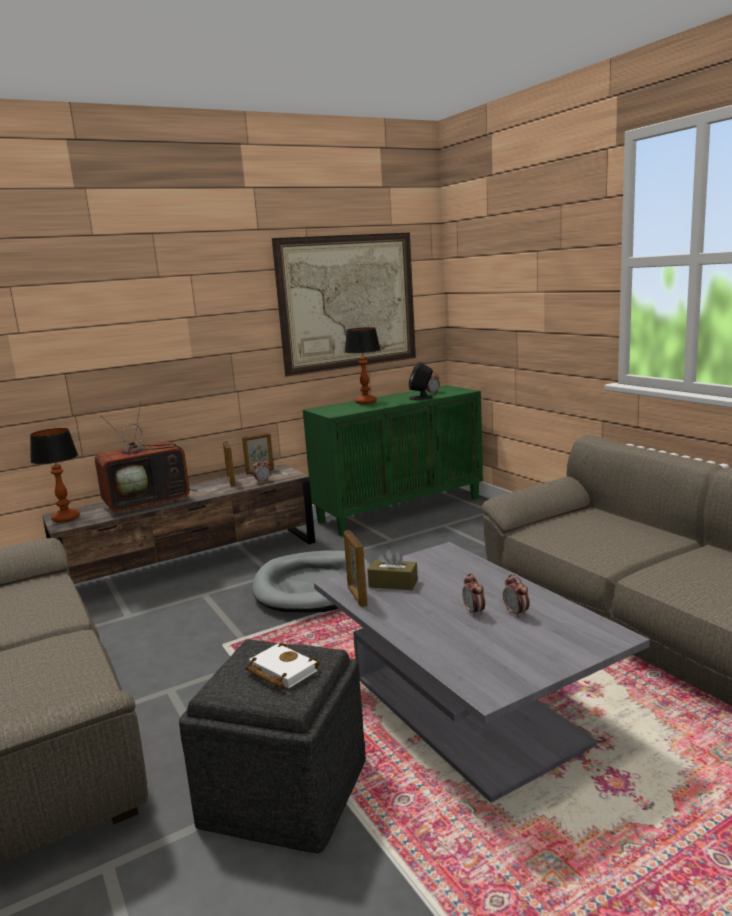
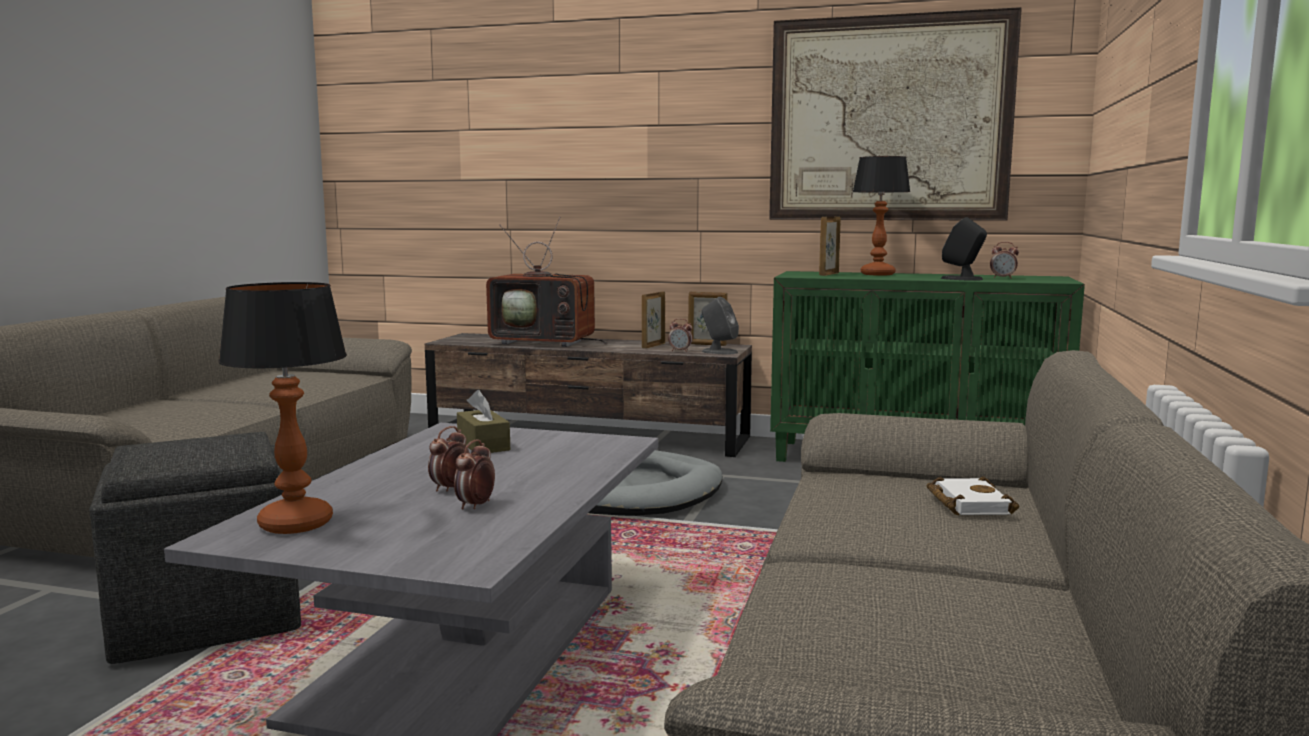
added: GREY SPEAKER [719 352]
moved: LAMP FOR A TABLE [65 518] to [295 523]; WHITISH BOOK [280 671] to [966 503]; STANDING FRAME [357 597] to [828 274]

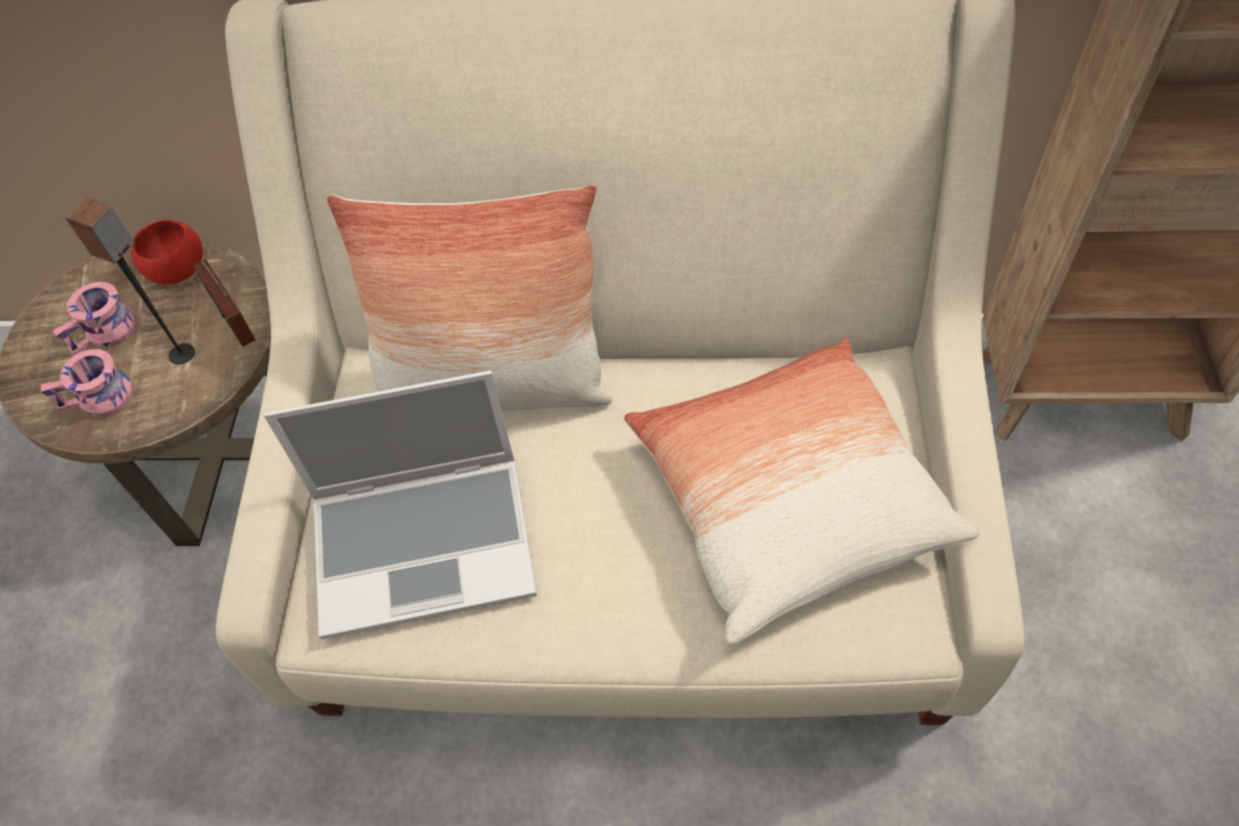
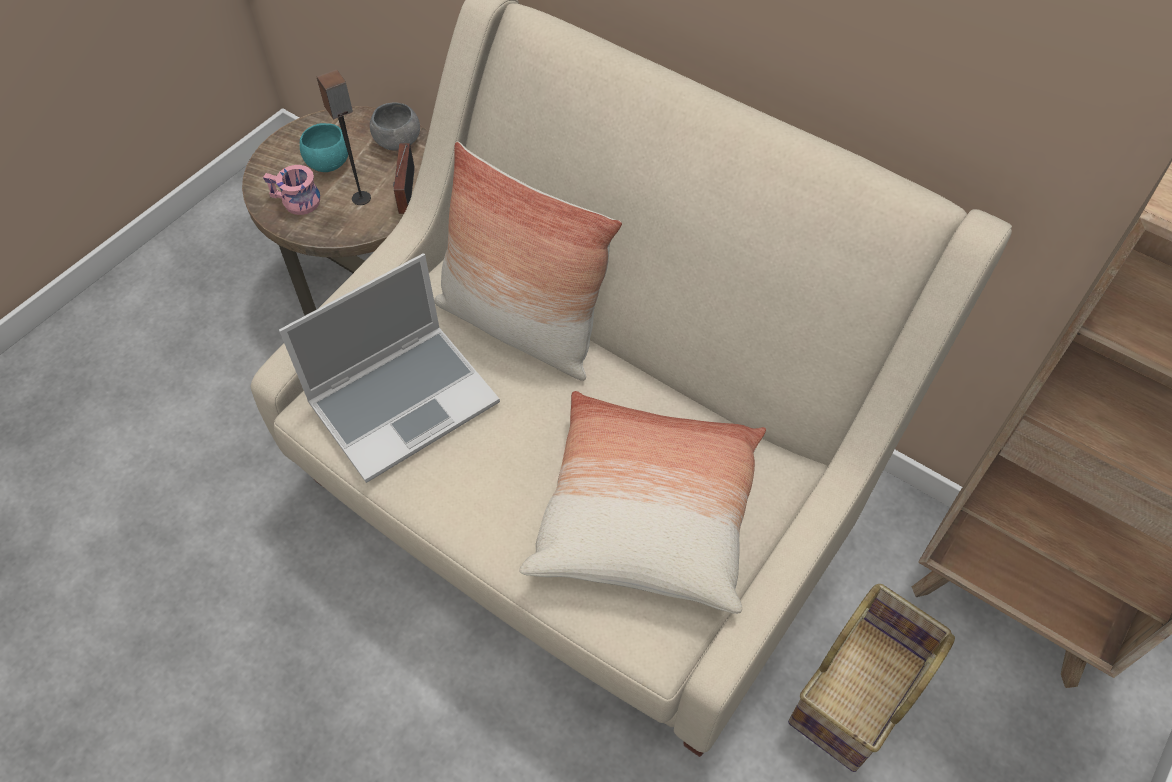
added: BASKET [859 694]
replaced: PINK TEA MUG [107 336] to TURQUOISE-COLOURED DEEP DISH [328 162]
recoloured: RED-COLOURED DEEP DISH [178 270] to GREY DEEP DISH [397 141]
turned: LAPTOP [427 543] = [404 401] 60 degrees counterclockwise

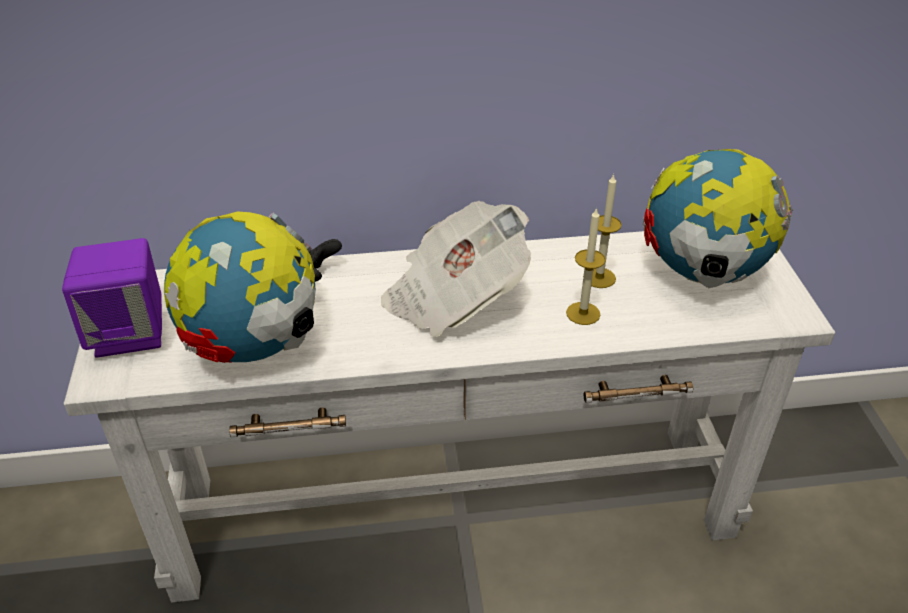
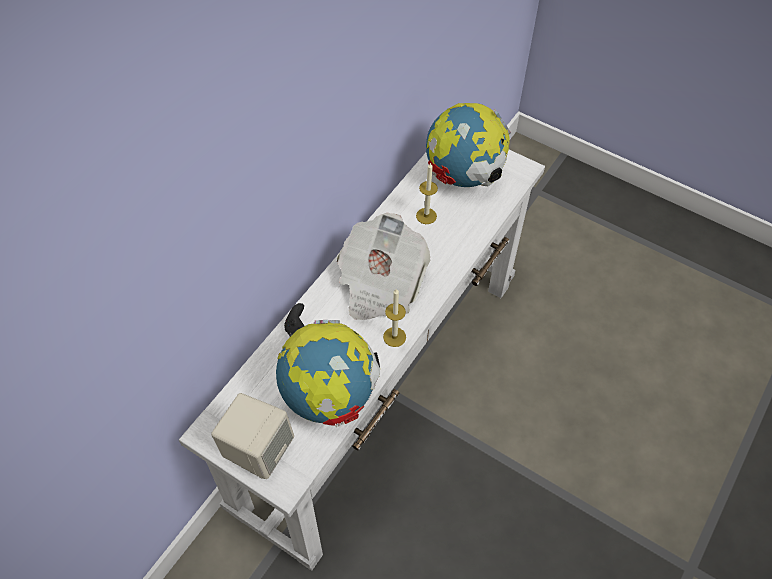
moved: WAX LIGHT [583 313] to [394 337]
recoloured: PURPLISH SPEAKER [129 333] to BEIGE-COLOURED SPEAKER [258 451]

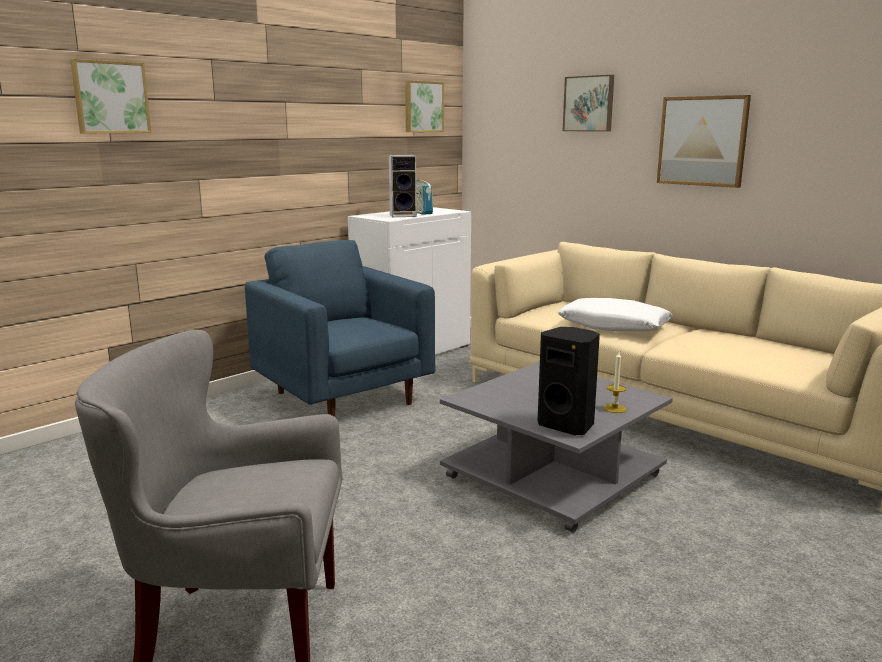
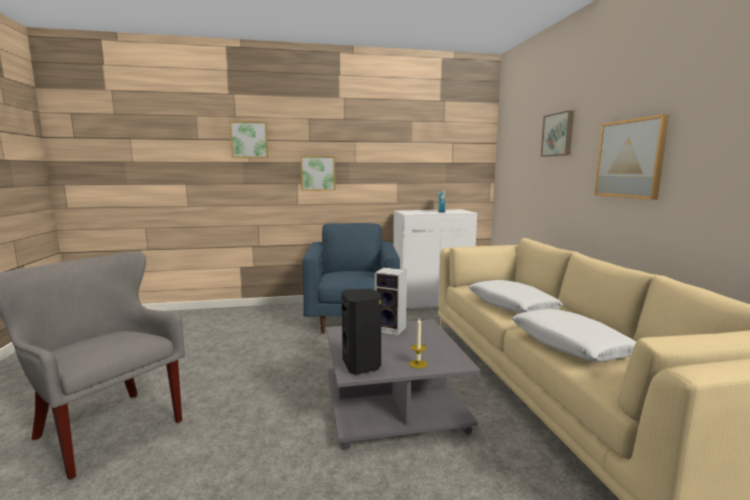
added: WHITISH CUSHION [570 345]
moved: SPEAKER [404 215] to [392 329]; WALL PICTURE [423 107] to [318 173]

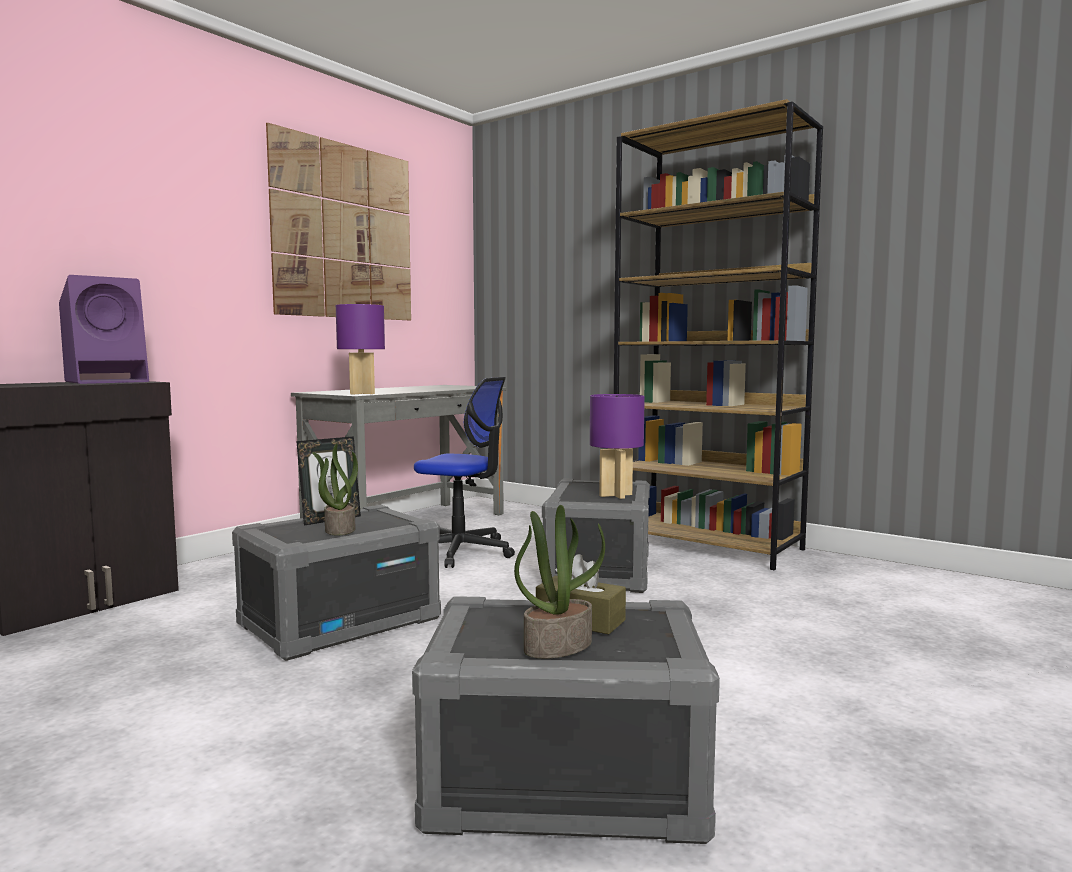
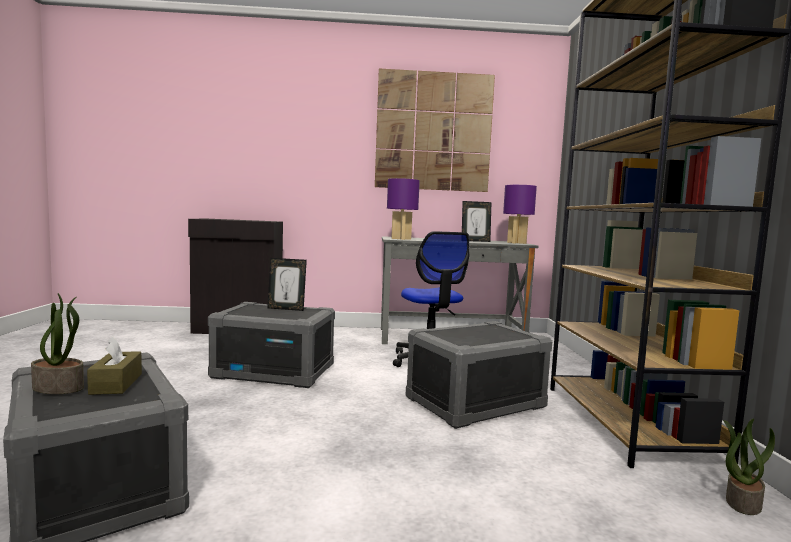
removed: PURPLISH SPEAKER [109 381]
added: STANDING FRAME [475 241]
moved: POTTED PLANT [339 529] to [742 502]; PURPLISH LAMP FOR A TABLE [615 495] to [516 243]

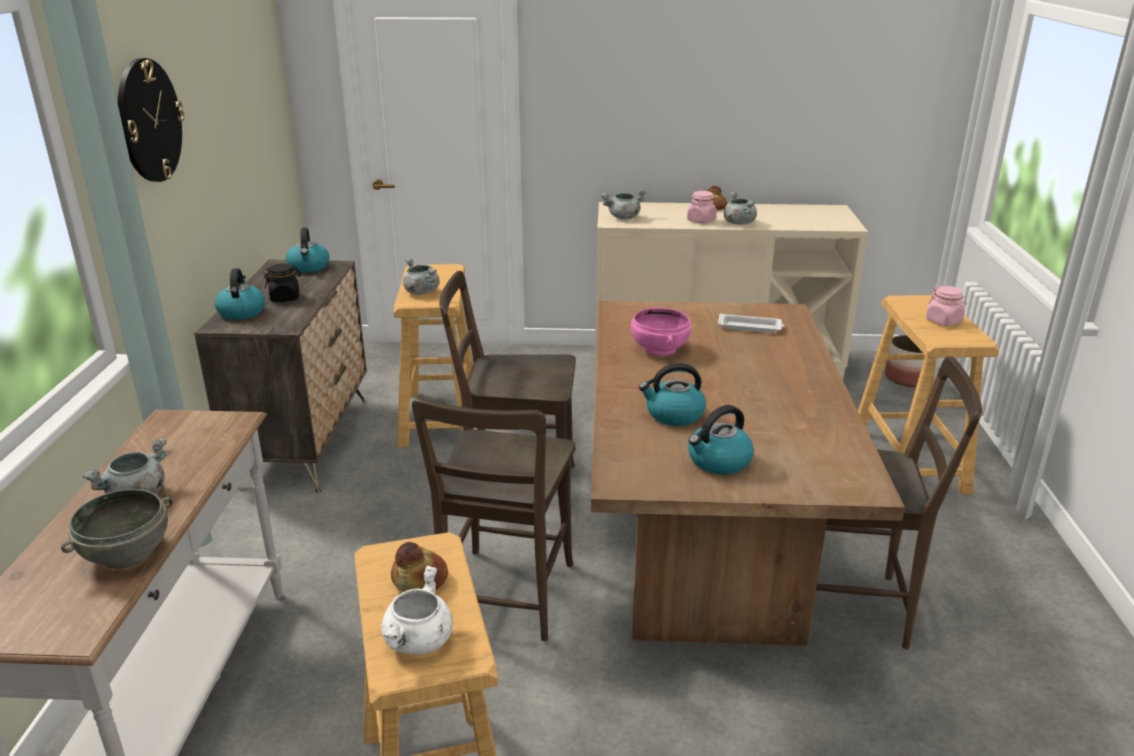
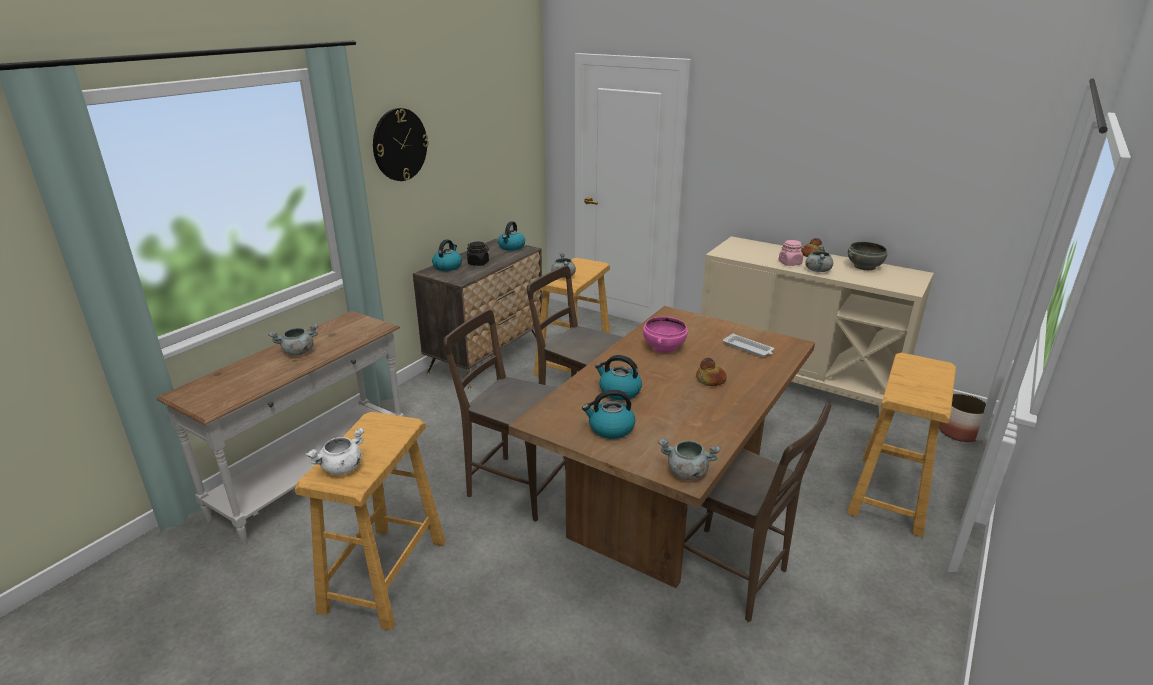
removed: PINK JAR [943 321]
moved: GREY DEEP DISH [126 553] to [864 266]; BAKED BREAD [420 579] to [711 379]; GREY STOCKPOT [623 217] to [686 472]
turned: BROWN-COLOURED UPRIGHT CHAIR [505 599] = [514 485] 75 degrees clockwise

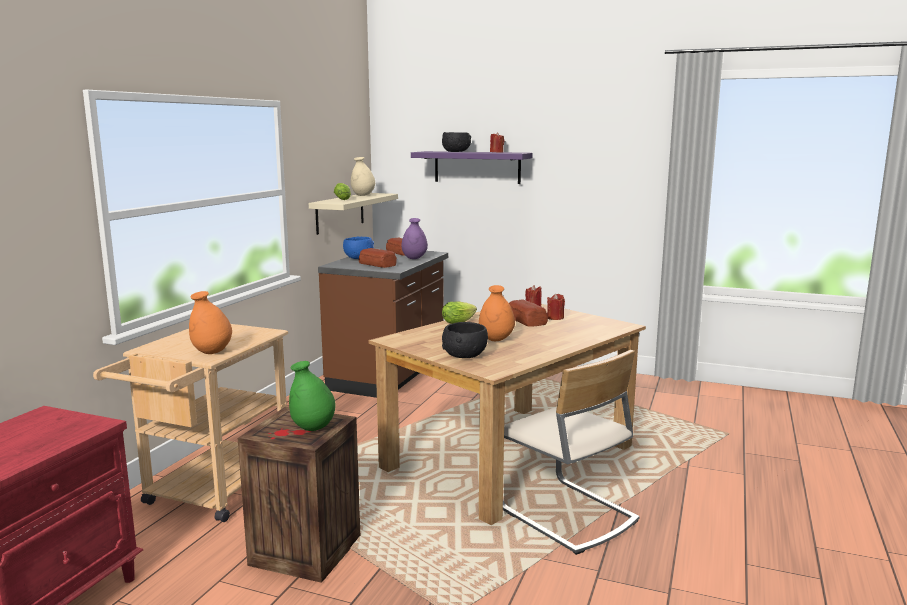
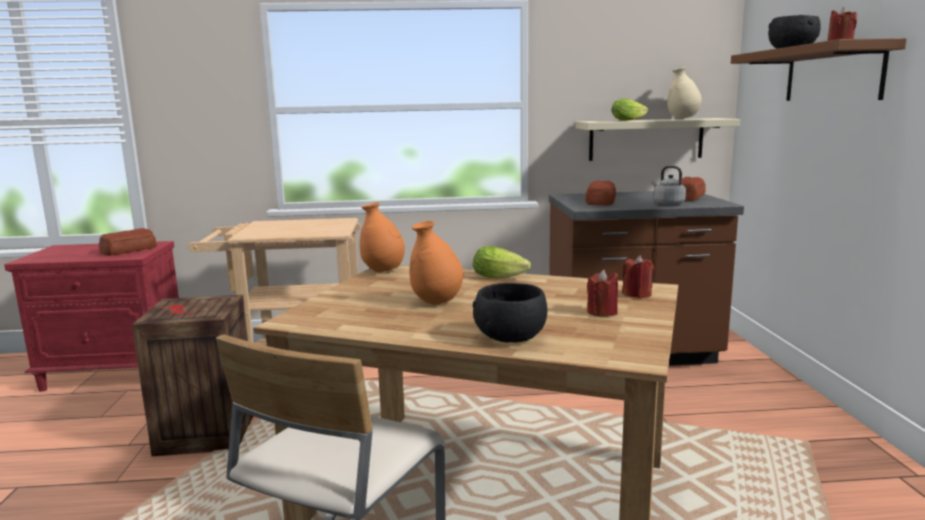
removed: GREEN-COLOURED DECORATIVE VASE [313 428]; BLUE DEEP DISH [358 258]
moved: ORANGEY DECORATIVE VASE [212 352] to [383 271]; BLACKISH DEEP DISH [465 356] to [510 337]; BAKED BREAD [526 320] to [128 250]
replaced: PURPLISH DECORATIVE VASE [414 258] to GREY WATER KETTLE [667 203]
recoloured: PURPLISH SHELF [477 167] to BROWN-COLOURED SHELF [832 74]

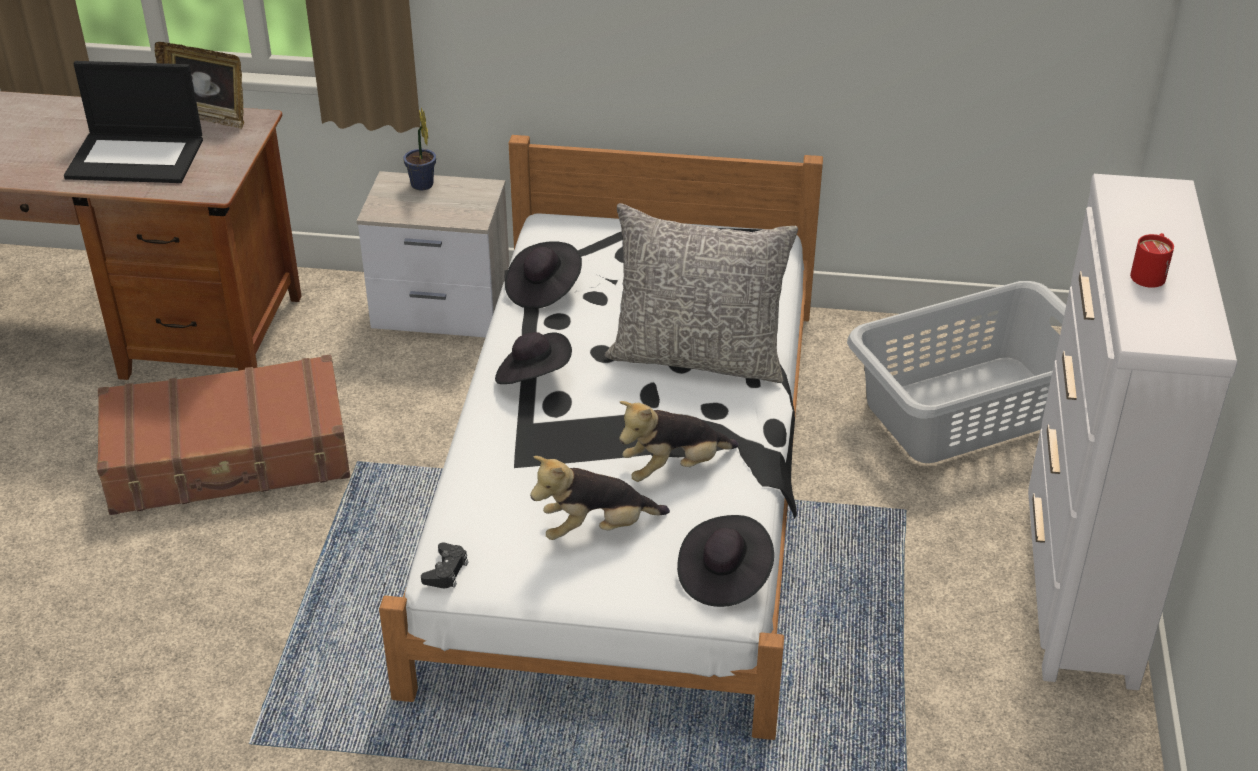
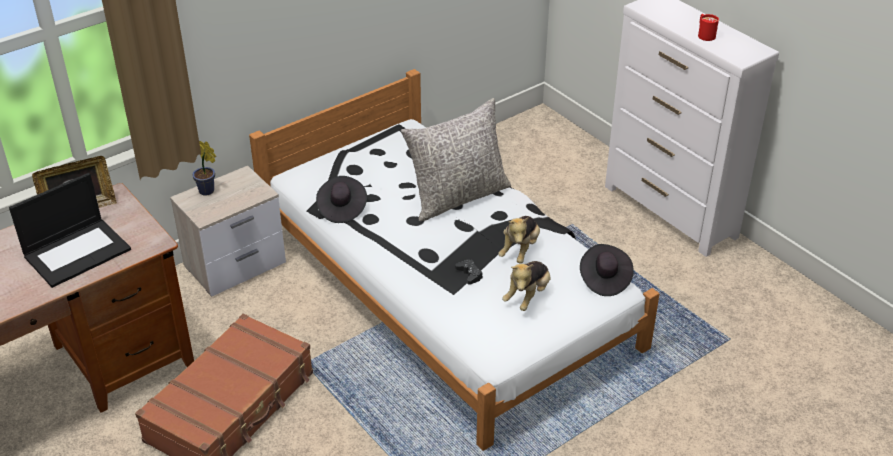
removed: BLACKISH HAT [533 376]; GREY WASHING BASKET [970 410]
moved: BLACKISH GAMEPAD [446 571] to [469 274]

